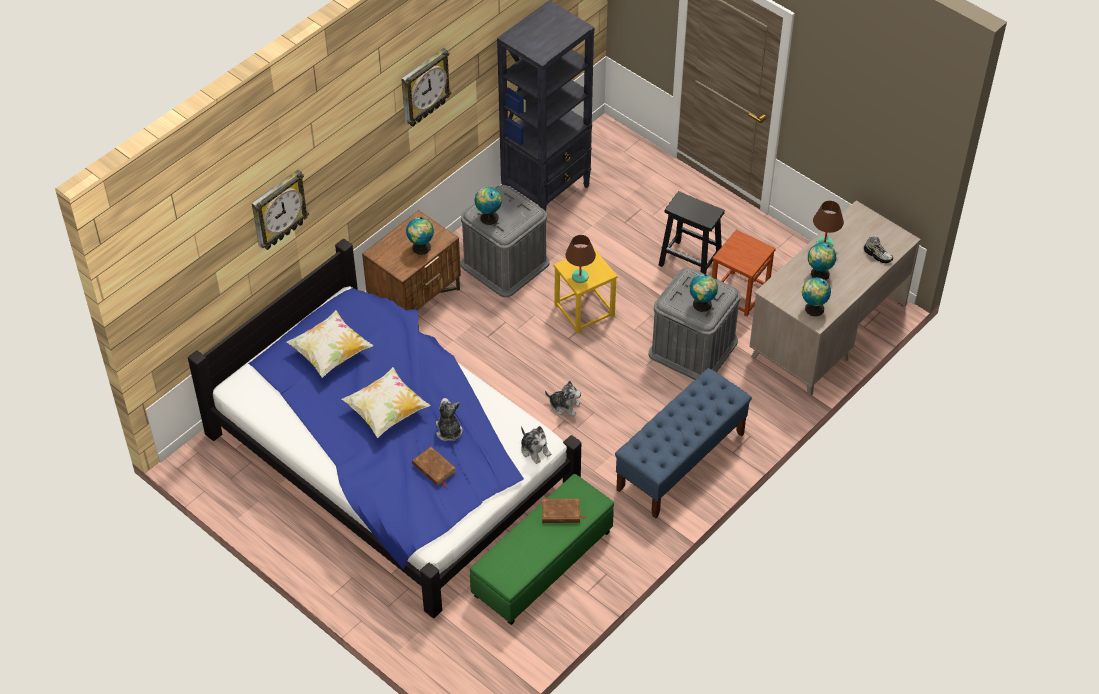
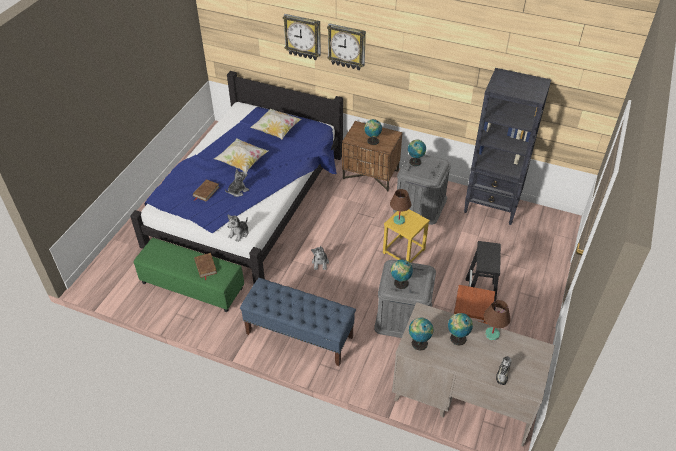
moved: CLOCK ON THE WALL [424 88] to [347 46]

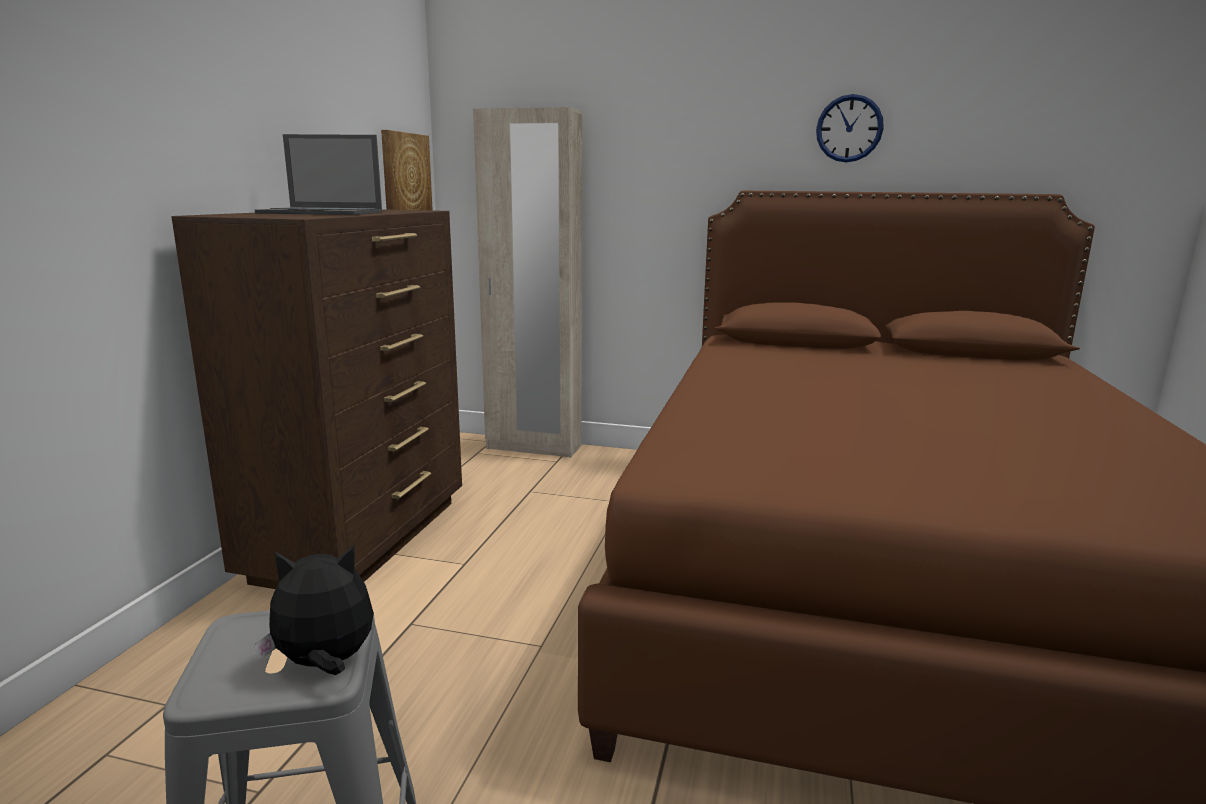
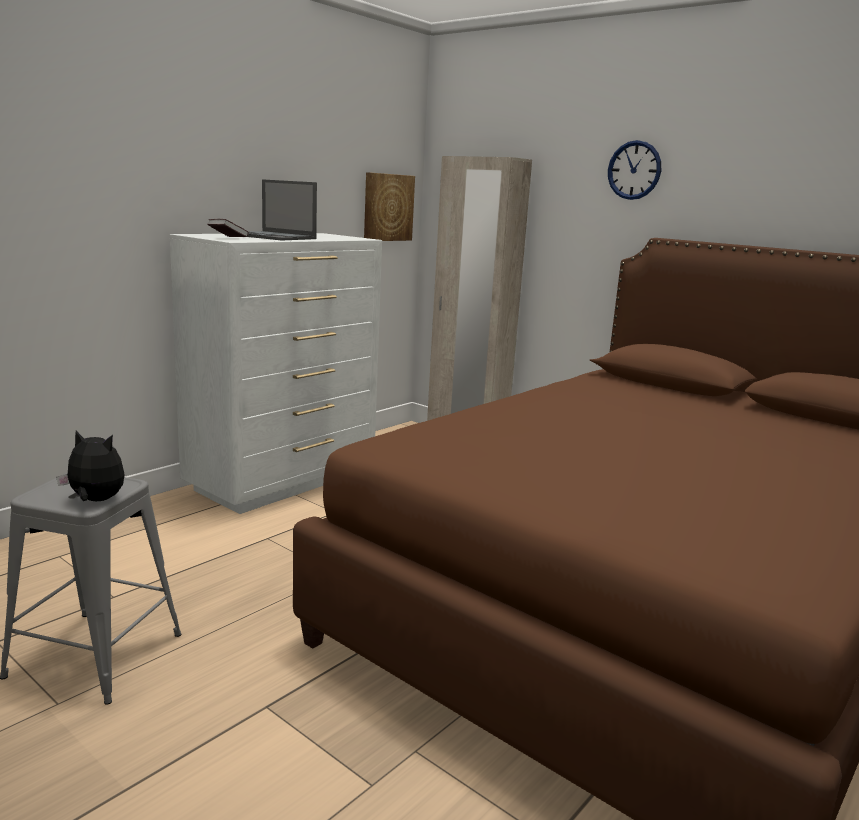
added: BOOK [227 238]
moved: CLOCK ON THE WALL [849 128] to [634 170]
recoloured: BROWN-COLOURED CHEST OF DRAWERS [363 539] to WHITISH CHEST OF DRAWERS [284 481]

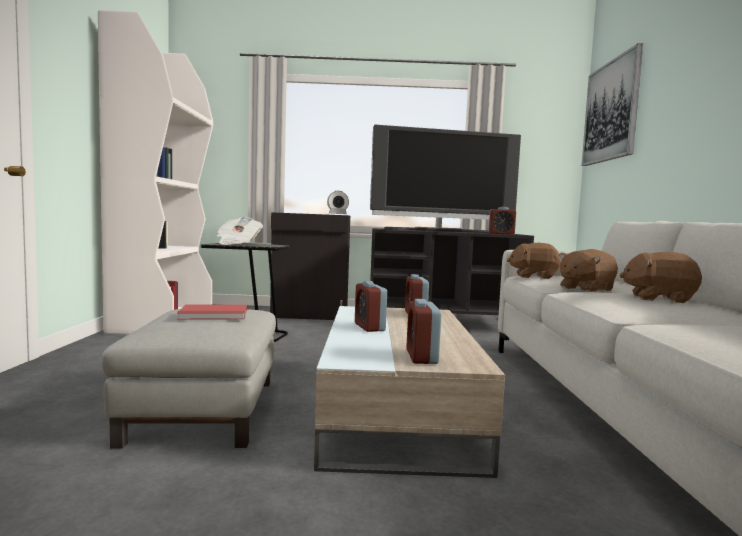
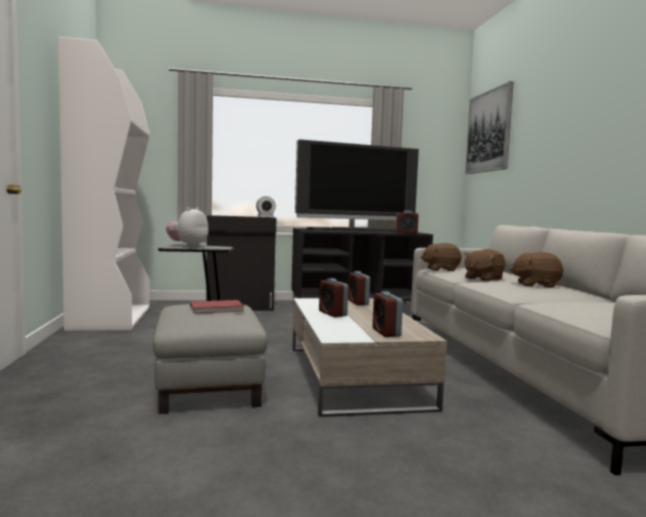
replaced: PRINTED PAPER [238 243] to SOFT TOY [188 246]

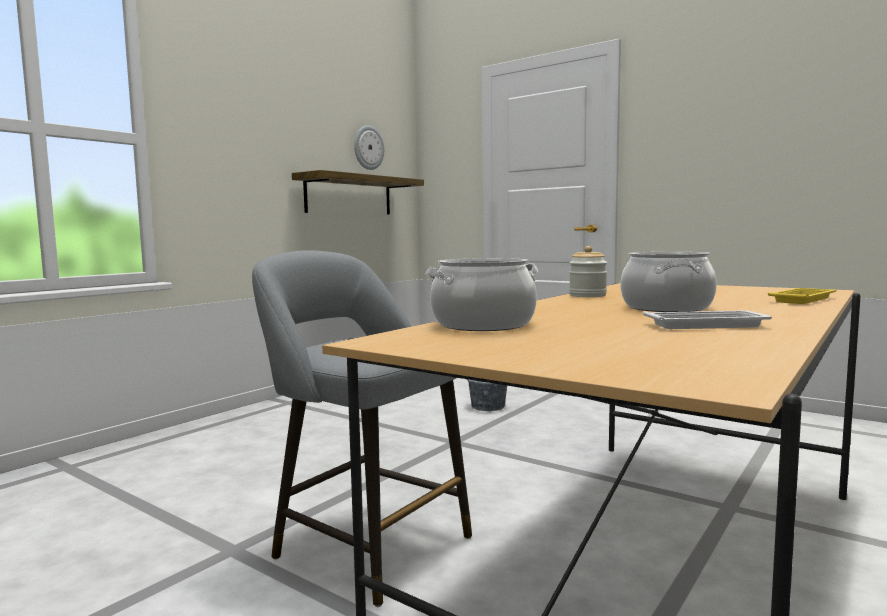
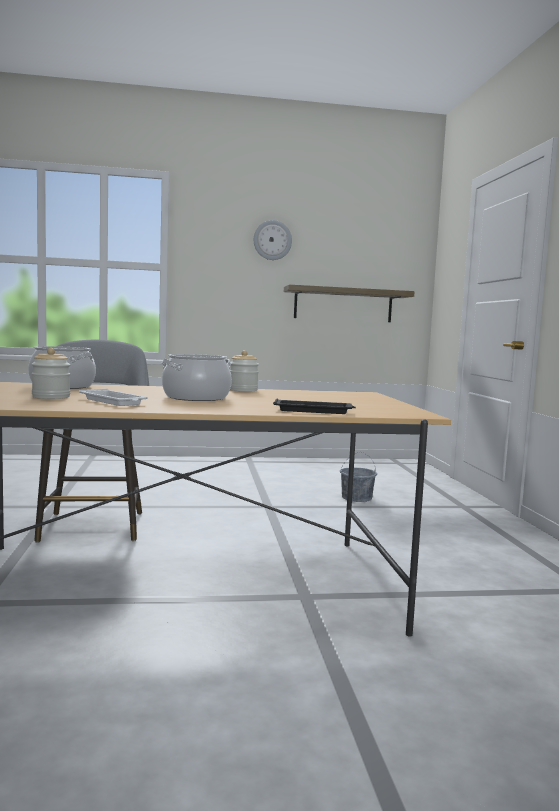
added: JAR [51 397]
moved: CLOCK ON THE WALL [368 148] to [272 240]
recoloured: YELLOWISH CARRYING TRAY [803 300] to BLACKISH CARRYING TRAY [314 411]

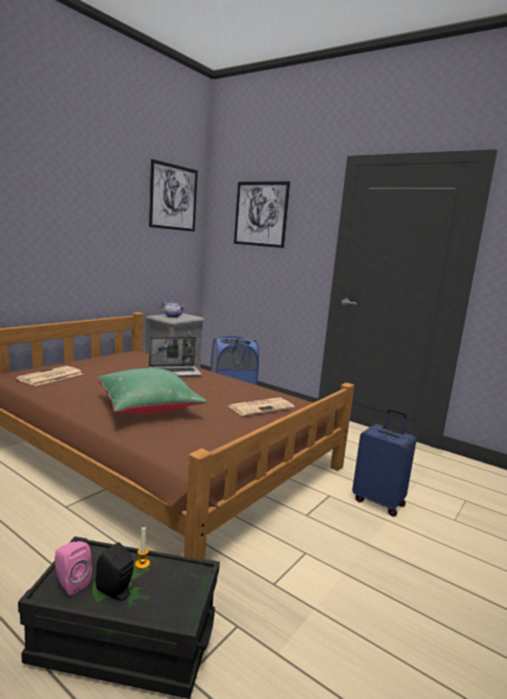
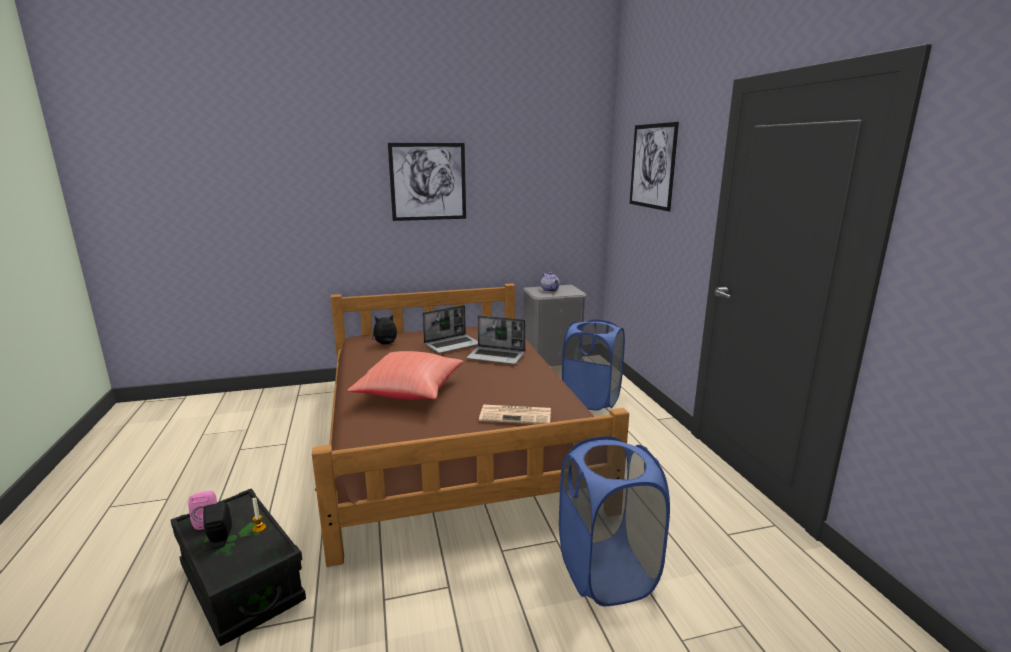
added: LAPTOP [453 345]
moved: WALL PICTURE [173 197] to [428 182]
replaced: PRINTED PAPER [50 377] to SOFT TOY [386 344]; BLUE TRAVEL CASE [379 502] to BLUE WASHING BASKET [606 572]
recoloured: GREEN-COLOURED CUSHION [149 408] to RED-COLOURED CUSHION [411 392]

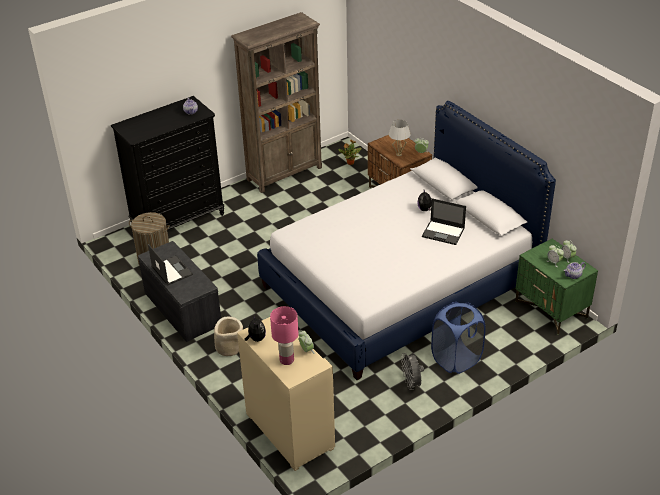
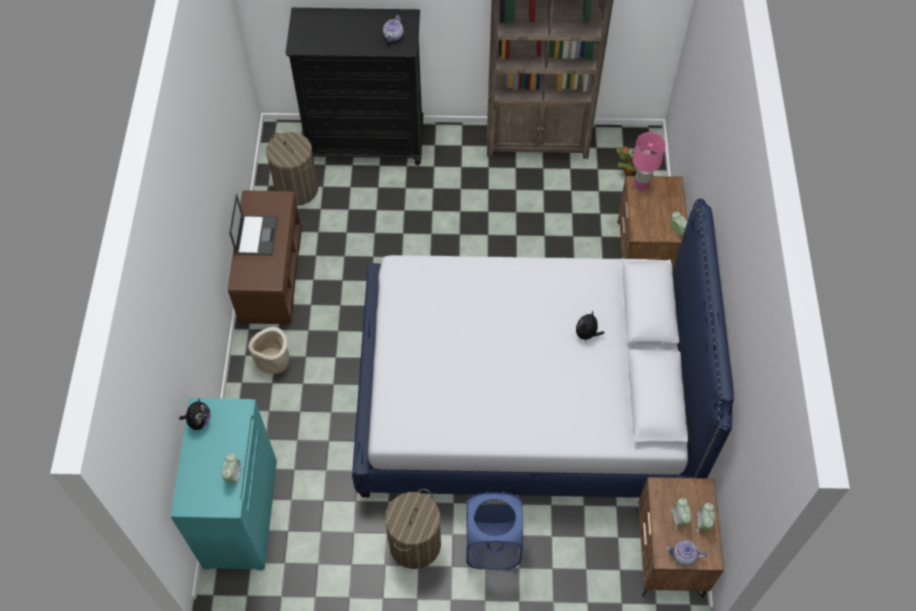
removed: WHITISH LAMP FOR A TABLE [399 154]; LAPTOP [443 232]
moved: PINK LAMP FOR A TABLE [286 360] to [641 185]
replaced: GREY ELECTRIC FAN [412 383] to WASHING BASKET [415 544]
recoloured: GREY INDOOR BENCH [181 308] to BROWN-COLOURED INDOOR BENCH [270 274]; BEIGE-COLOURED CABINET [288 431] to TURQUOISE-COLOURED CABINET [239 513]; GREEN-COLOURED NIGHTSTAND [551 310] to BROWN-COLOURED NIGHTSTAND [669 554]

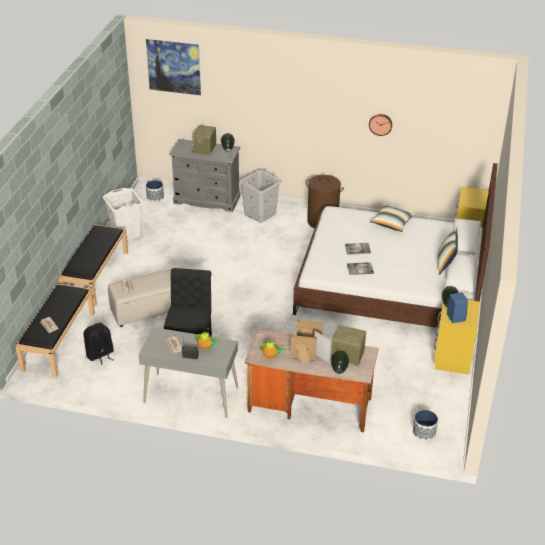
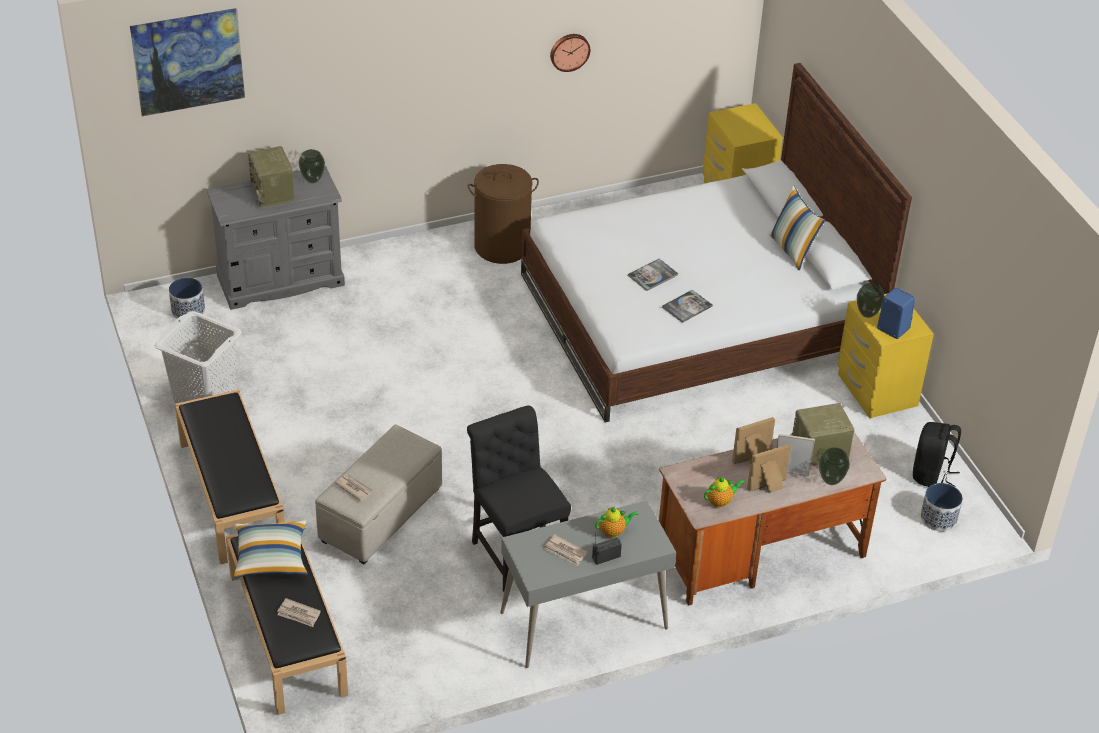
removed: GREY WASHING BASKET [260 214]
moved: BLACKISH RUCKSACK [100 355] to [931 474]; CUSHION [392 223] to [271 558]

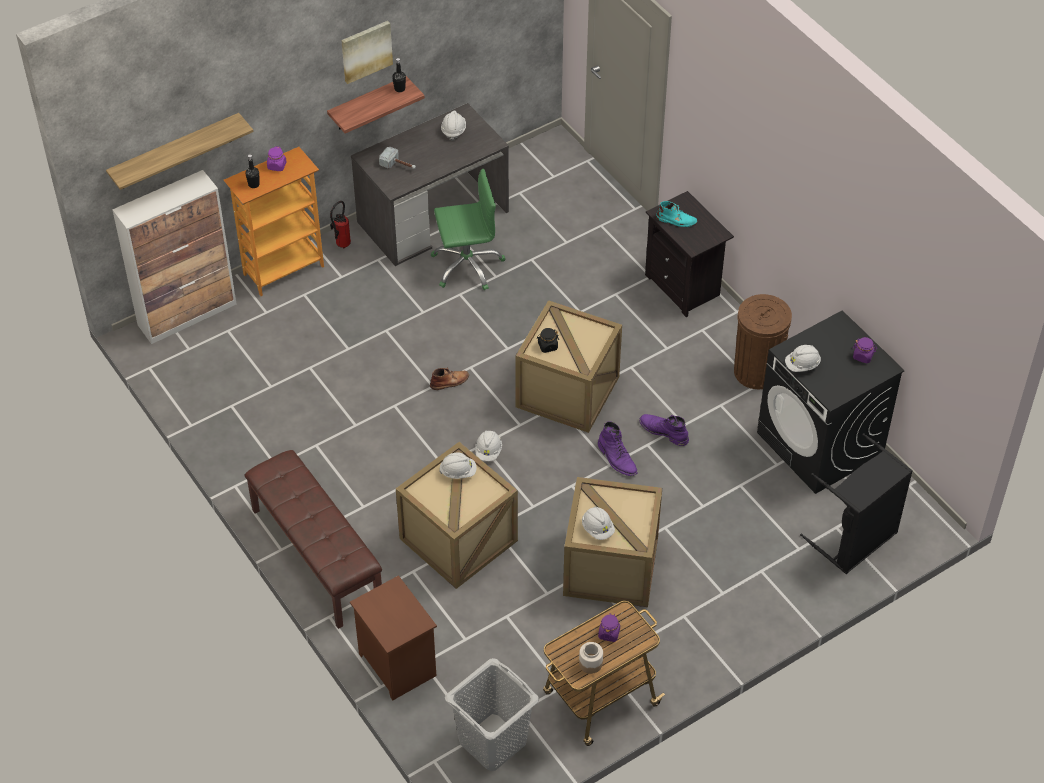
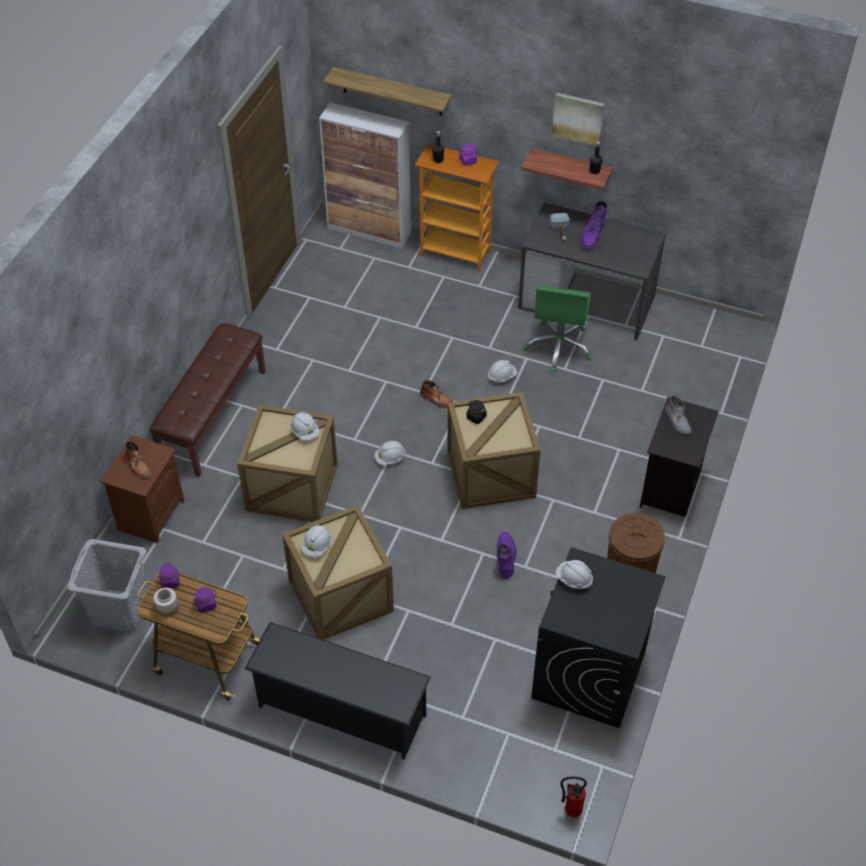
removed: BLACKISH WASHING BASKET [856 541]
added: BROWN-COLOURED HIGH-TOP BOOT [138 465]; BLACKISH SHOE RACK [341 711]
moved: FIRE EXTINGUISHER [341 245] to [570 809]; WHITISH WORK HELMET [453 130] to [502 376]; PURPLISH HIGH-TOP BOOT [617 459] to [592 235]; PURPLISH JAR [863 356] to [170 582]
recoloured: TURQUOISE-COLOURED HIGH-TOP BOOT [676 220] to GREY HIGH-TOP BOOT [678 421]
turned: GREEN-COLOURED COMPUTER CHAIR [467 265] = [559 346] 60 degrees clockwise

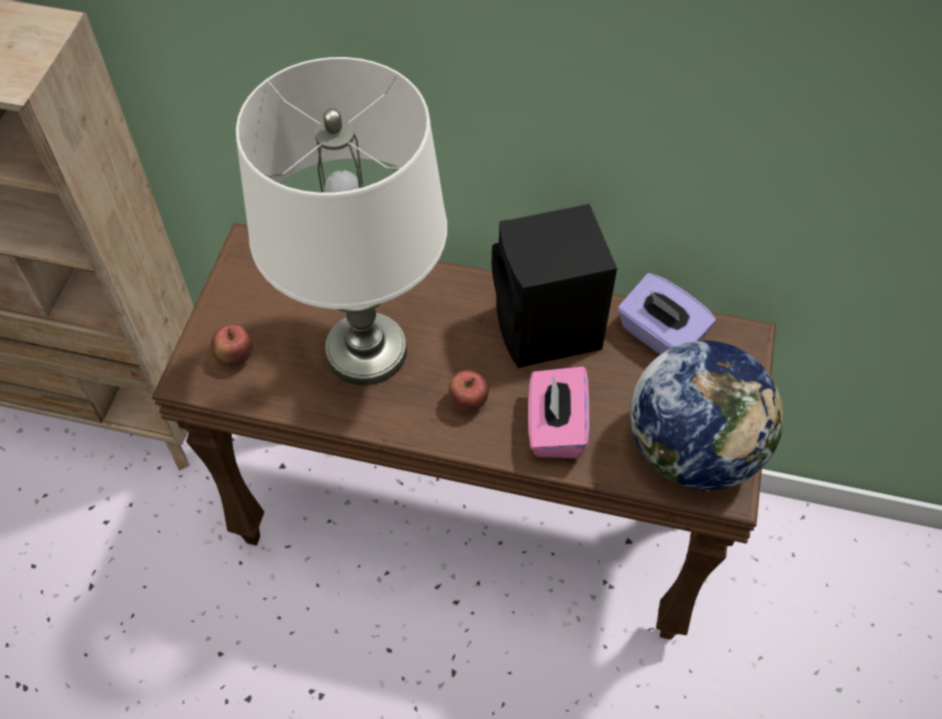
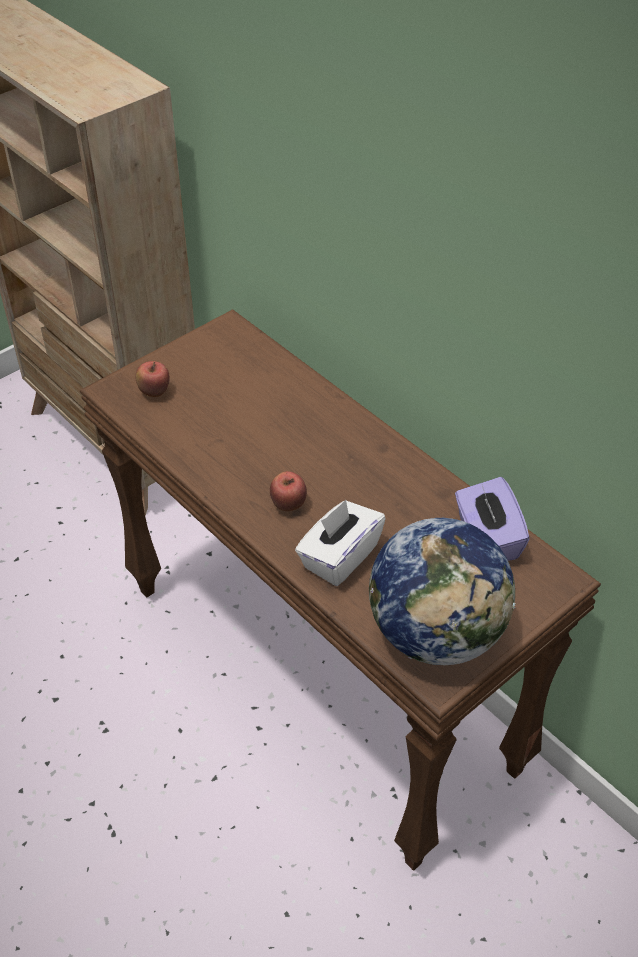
removed: WHITISH LAMP FOR A TABLE [366 351]; BLACKISH SPEAKER [547 331]
recoloured: PINK BOX OF TISSUES [555 428] to WHITISH BOX OF TISSUES [339 557]

